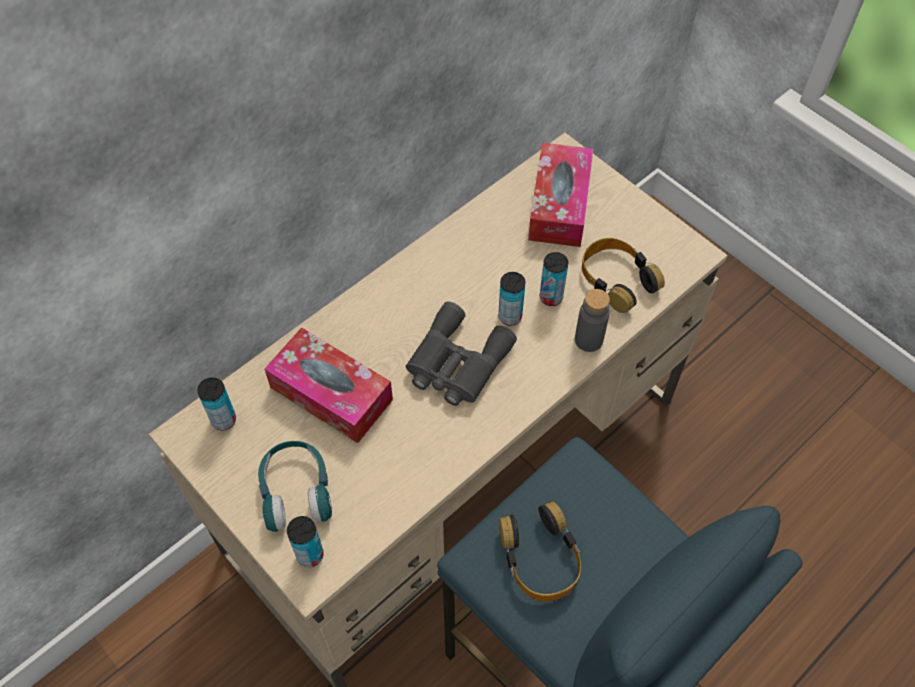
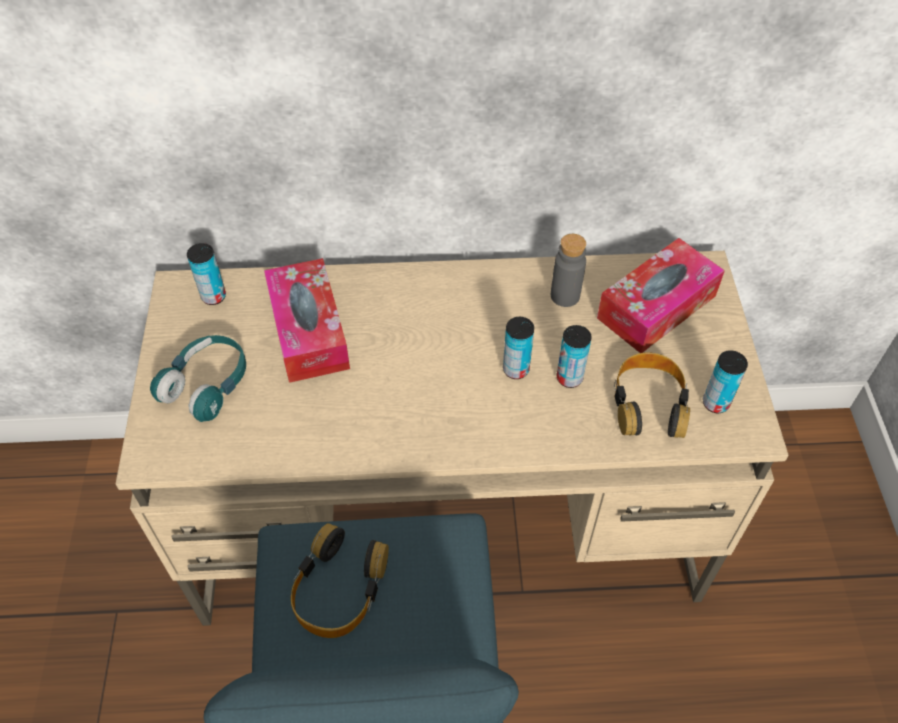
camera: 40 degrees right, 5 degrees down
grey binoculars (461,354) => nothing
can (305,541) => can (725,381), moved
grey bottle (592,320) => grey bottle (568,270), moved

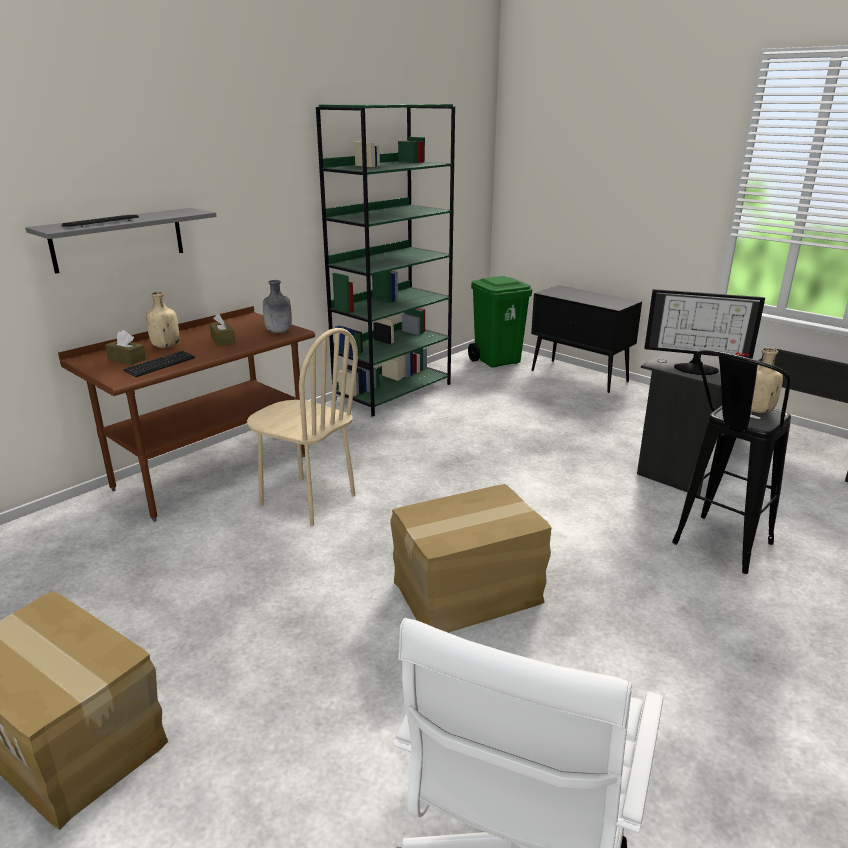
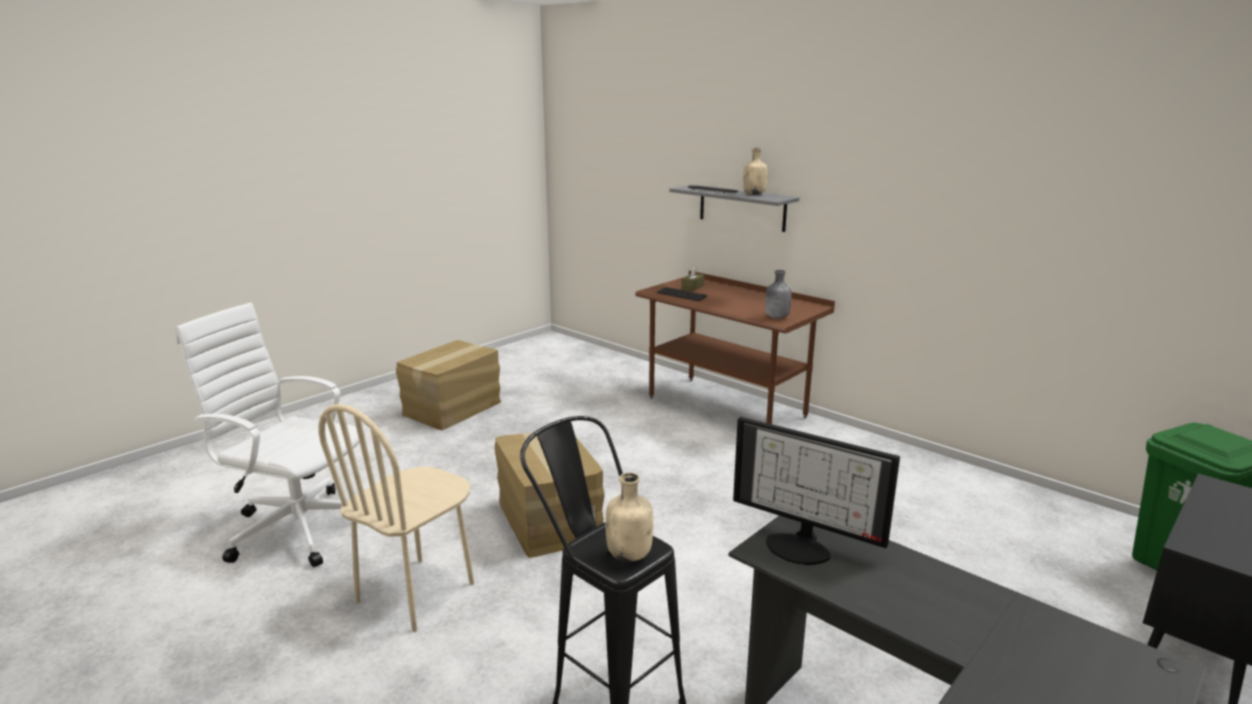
camera: 90 degrees right, 5 degrees down
brown tissue box (222,330) => nothing
green bookcase (385,260) => nothing
beige bottle (162,320) => beige bottle (755,171), moved
beige chair (302,427) => beige chair (396,518), moved
monitor (704,332) => monitor (816,491), 75 degrees counterclockwise

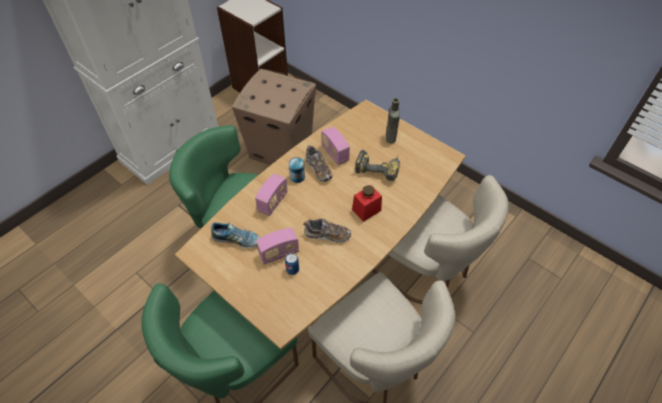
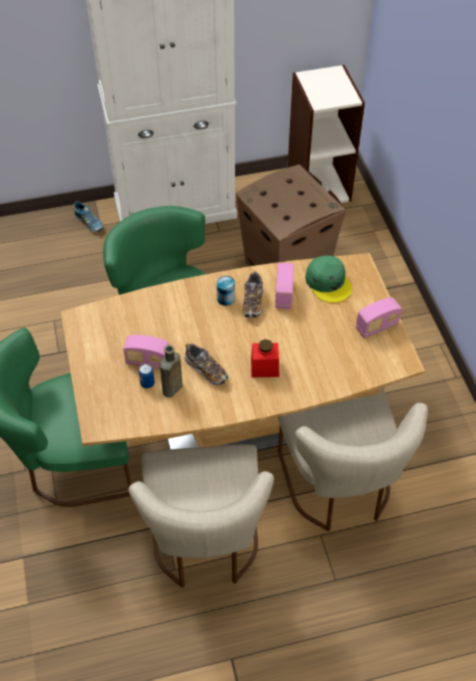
camera: 35 degrees right, 0 degrees up
power drill (377,165) => nothing
nothing => green cap (328,279)
shoe (235,235) => shoe (88,216), moved
radio (271,195) => radio (379,317), moved
brown bottle (393,120) => brown bottle (171,371), moved

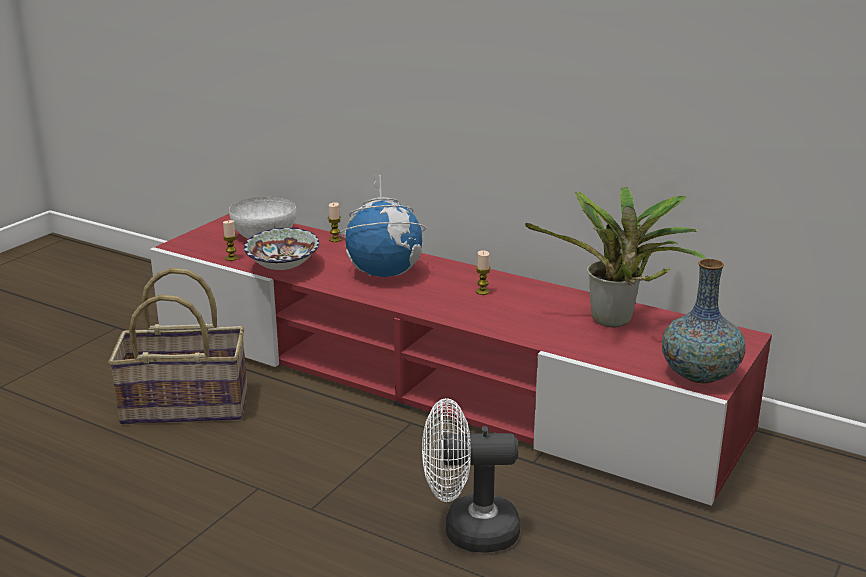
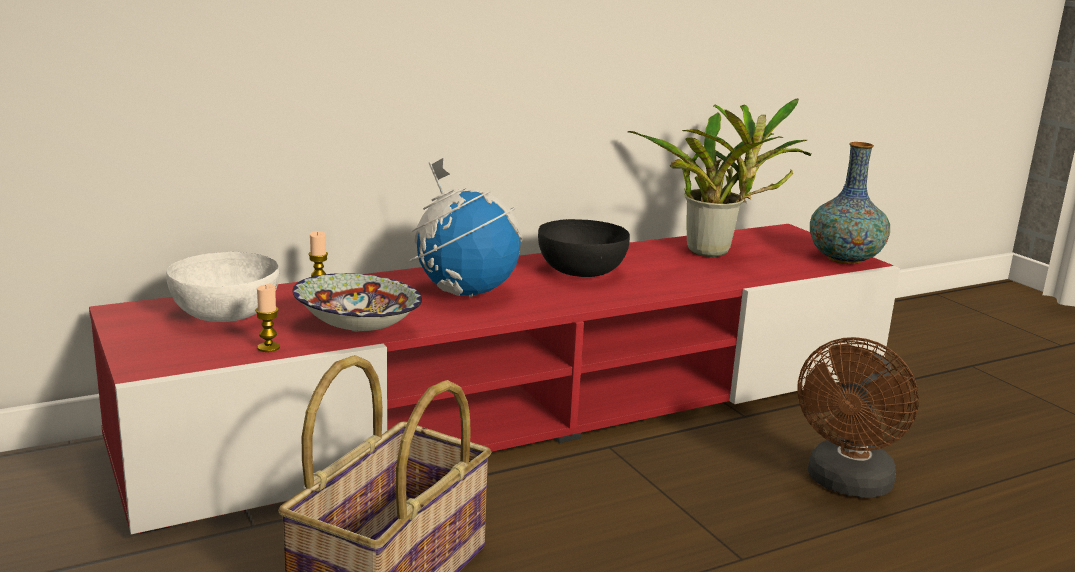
camera: 60 degrees left, 5 degrees down
candle (483,272) => black bowl (584,248)
white fan (471,475) => brown fan (858,417)

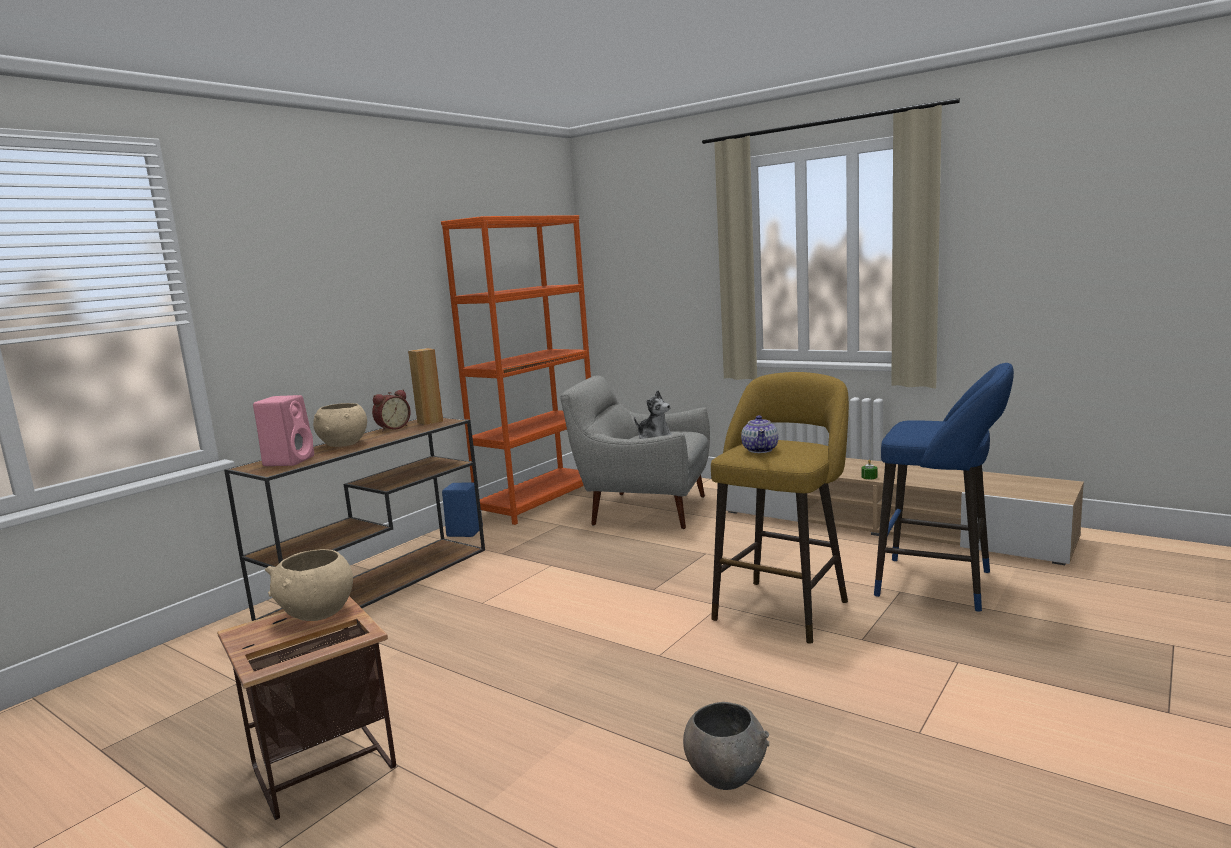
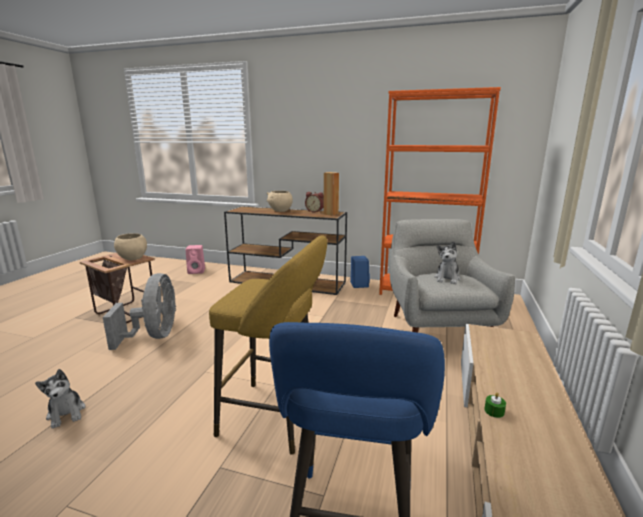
camera: 70 degrees right, 5 degrees up
teapot (759,434) => nothing
nothing => grey fan (139,311)
pink speaker (283,430) => pink speaker (195,259), moved
grey bowl (726,746) => plush toy (60,399)

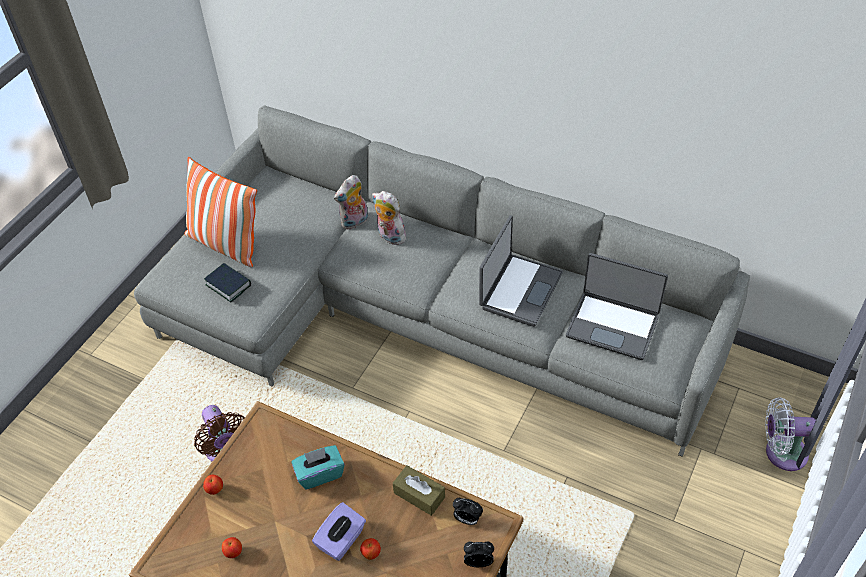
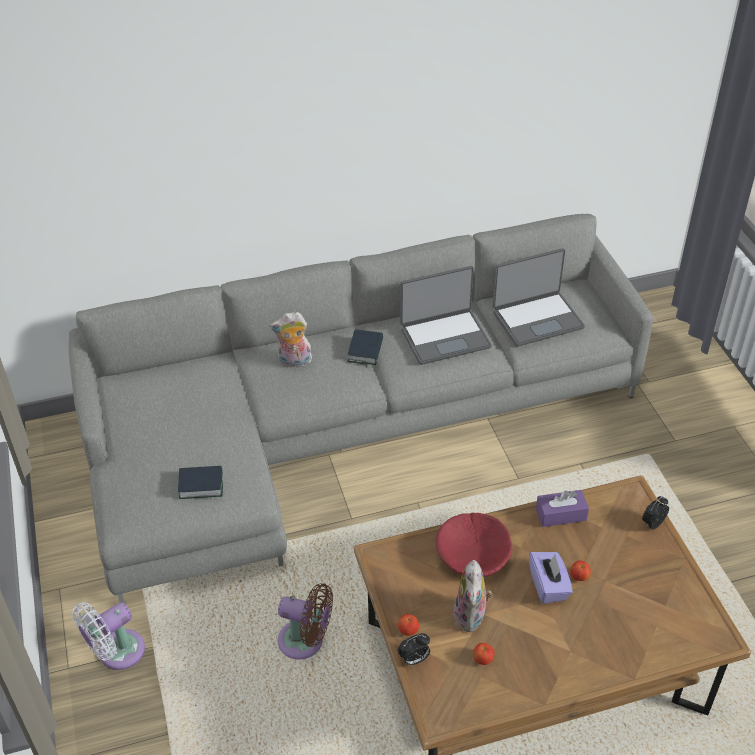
camera: 45 degrees left, 5 degrees down
pillow (220,212) => nothing
nothing => book (365,347)
plush toy (351,202) => plush toy (472,596), moved
alarm clock (468,511) => alarm clock (414,649), moved
white fan (790,434) => white fan (108,636), moved
turquoise tissue box (318,467) => red bowl (474,545)
brown tissue box (419,490) => purple tissue box (562,508)
laptop (521,271) => laptop (446,315), 90 degrees clockwise

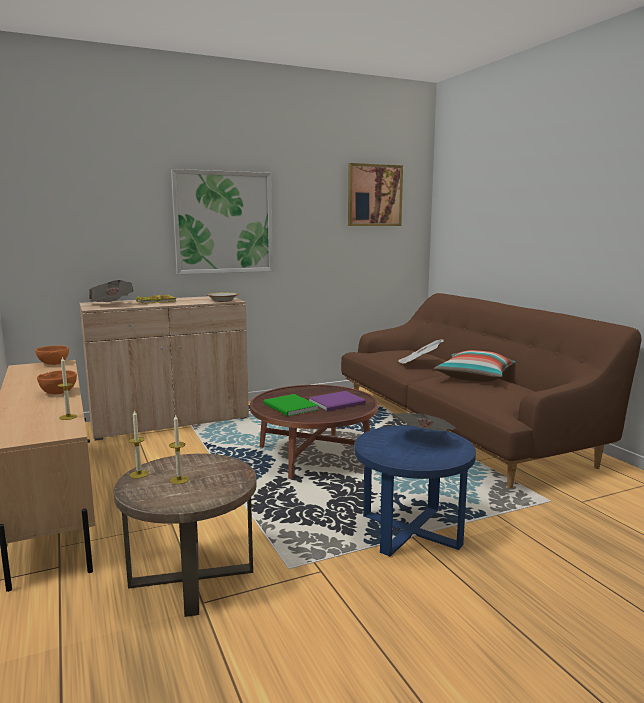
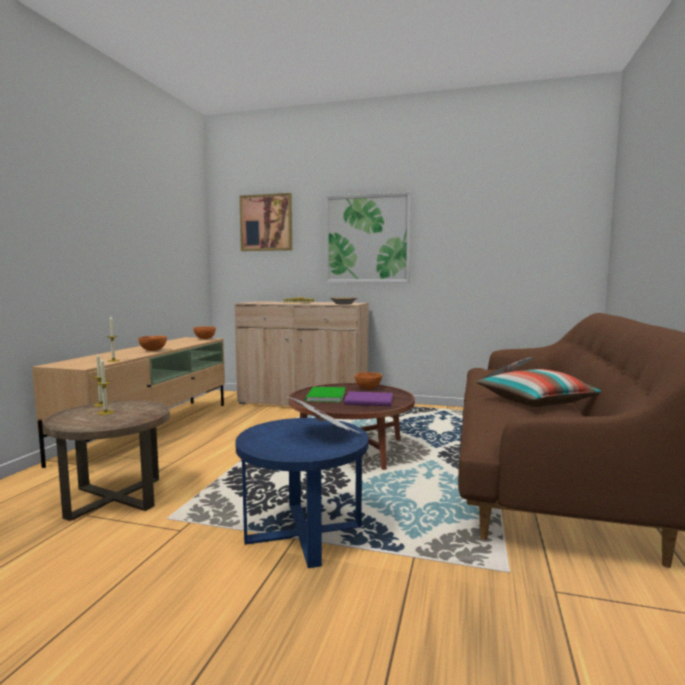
camera: 40 degrees right, 5 degrees down
newspaper (111,291) => nothing
nothing => orange bowl (368,380)
picture (375,194) => picture (265,222), moved

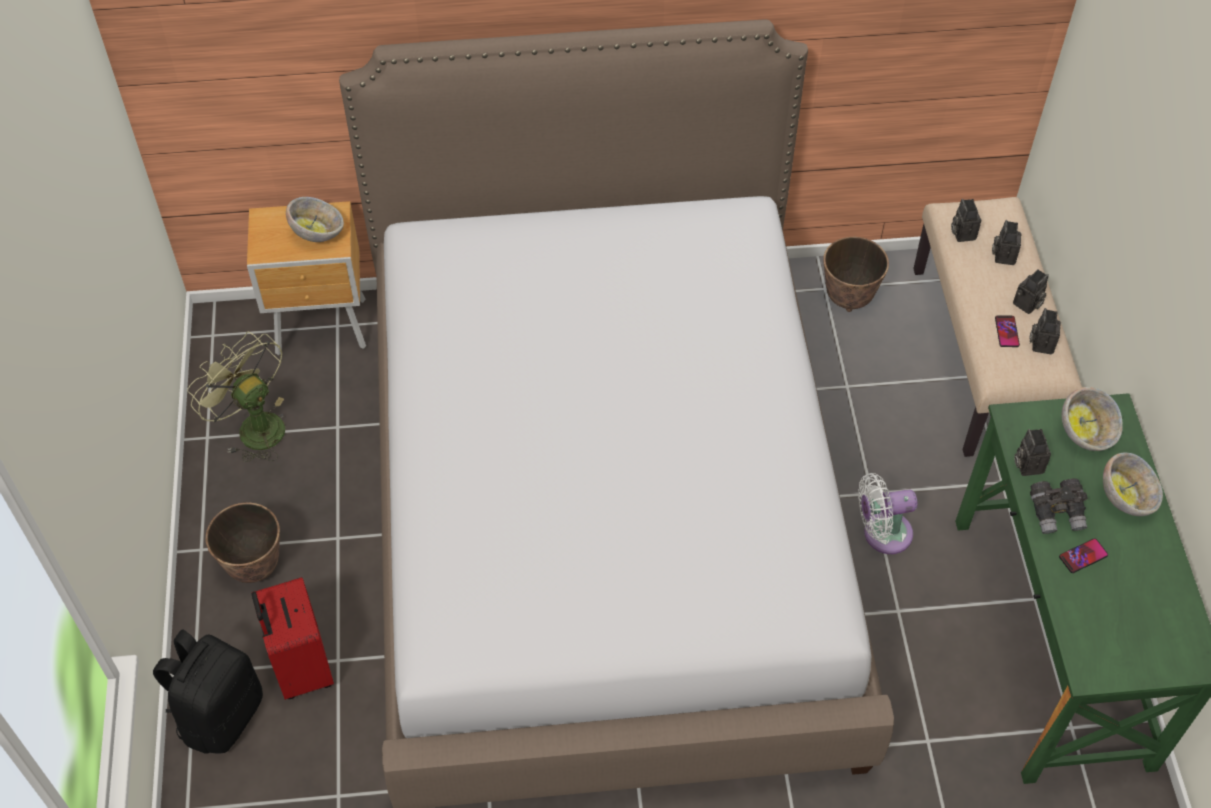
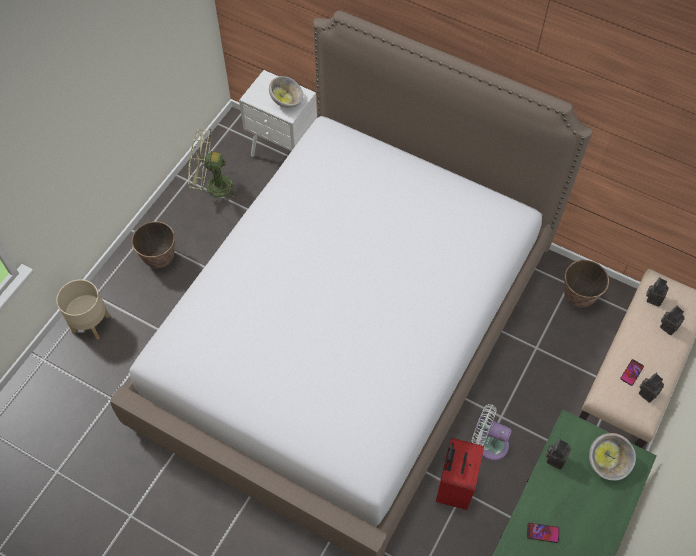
camera: 35 degrees right, 5 degrees up
photo camera (1031,291) => nothing
grey binoculars (1059,506) => nothing
bowl (1133,484) => nothing
red suitcase (292,638) => red suitcase (460,474), moved
black backpack (208,691) => beige planter (83,309)
brown nightstand (306,278) => white nightstand (278,113)
green fan (236,396) => green fan (214,167), 75 degrees counterclockwise

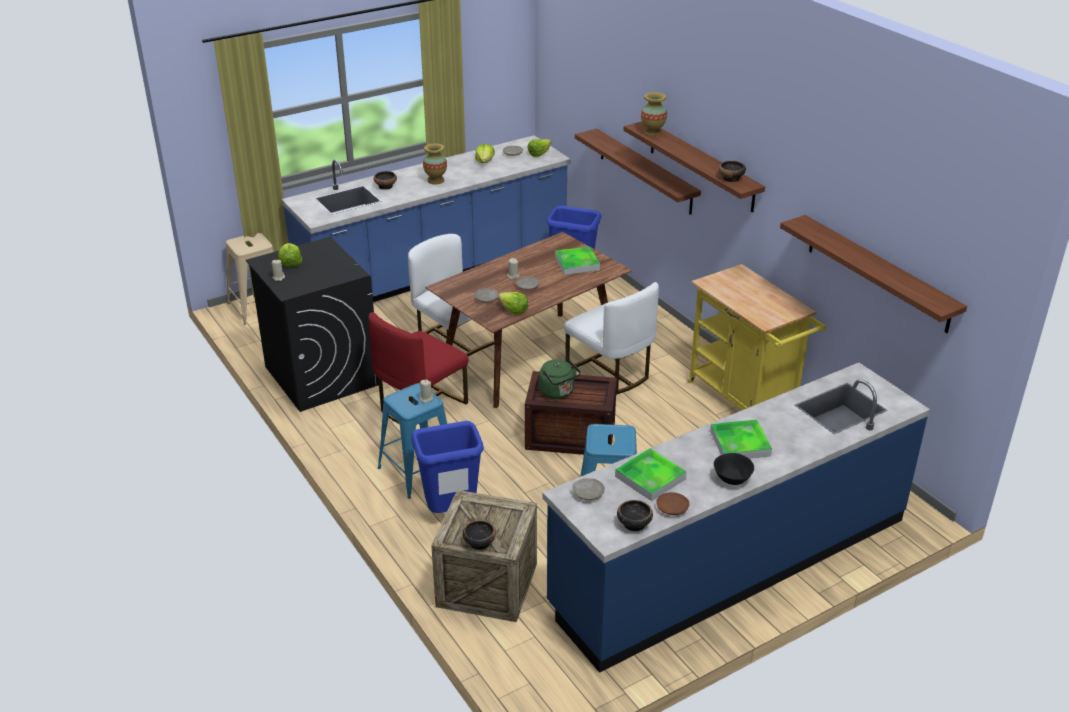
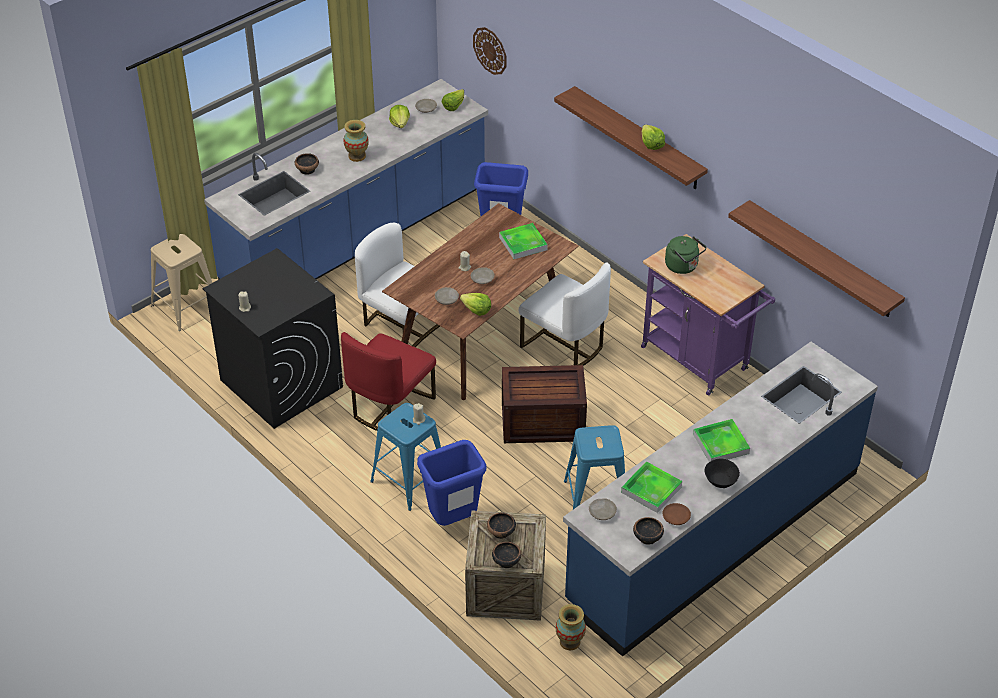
camera: 10 degrees left, 10 degrees up
shelf (638,172) => nothing
nothing => wall clock (489,51)
lettuce (290,255) => lettuce (653,137), moved
green kettle (560,379) => green kettle (686,255), moved
vase (654,114) => vase (571,627), moved
bowl (732,171) => bowl (501,525), moved
yellow cart (757,337) => purple cart (708,314)

